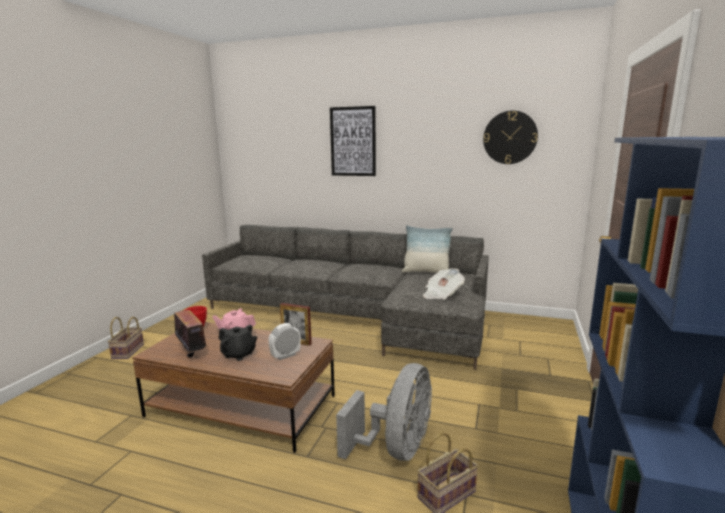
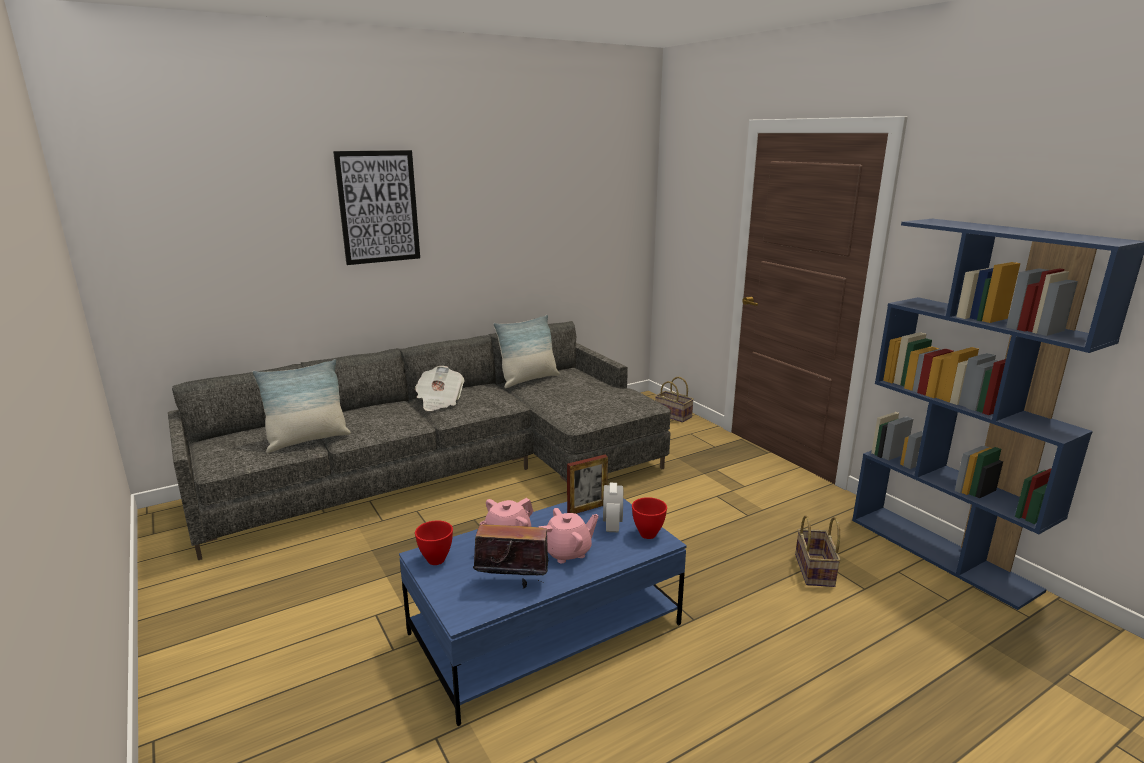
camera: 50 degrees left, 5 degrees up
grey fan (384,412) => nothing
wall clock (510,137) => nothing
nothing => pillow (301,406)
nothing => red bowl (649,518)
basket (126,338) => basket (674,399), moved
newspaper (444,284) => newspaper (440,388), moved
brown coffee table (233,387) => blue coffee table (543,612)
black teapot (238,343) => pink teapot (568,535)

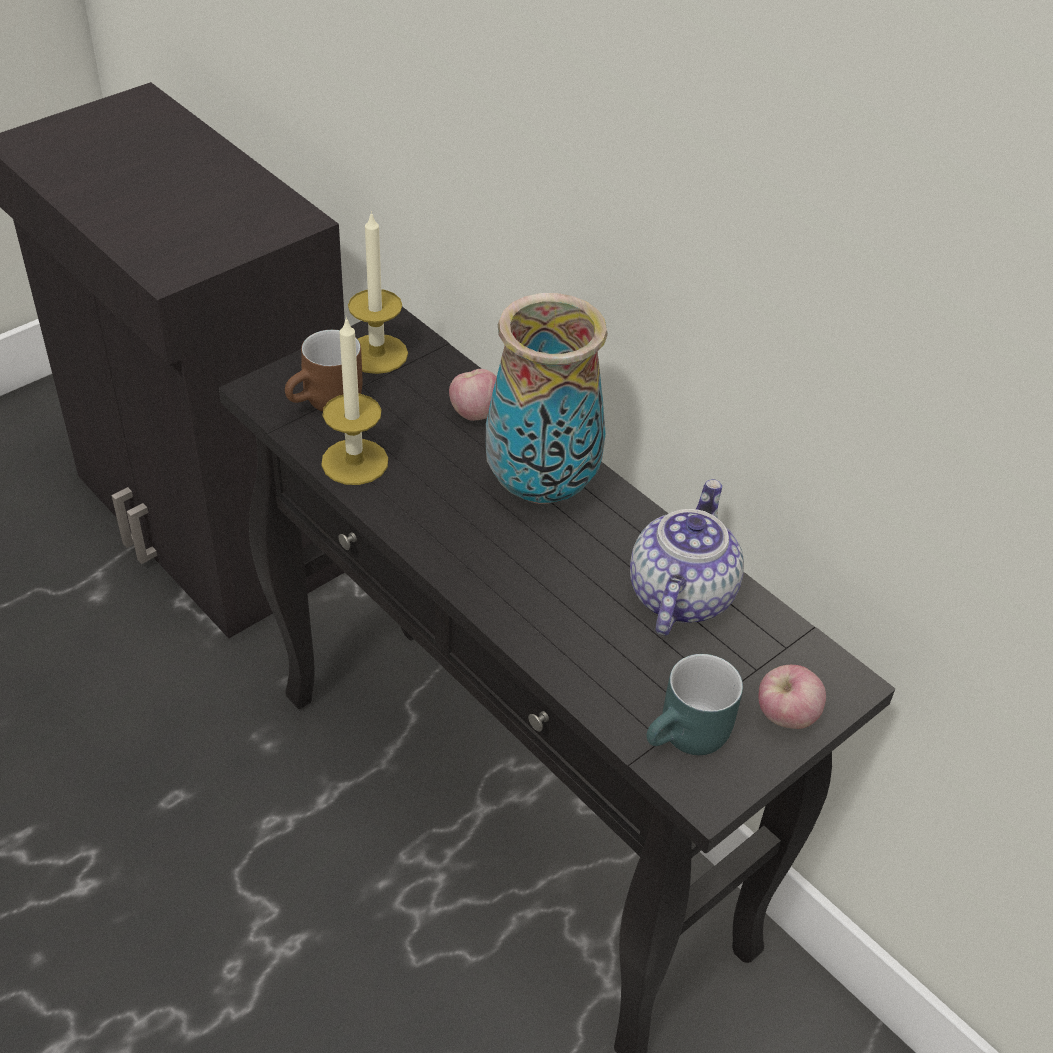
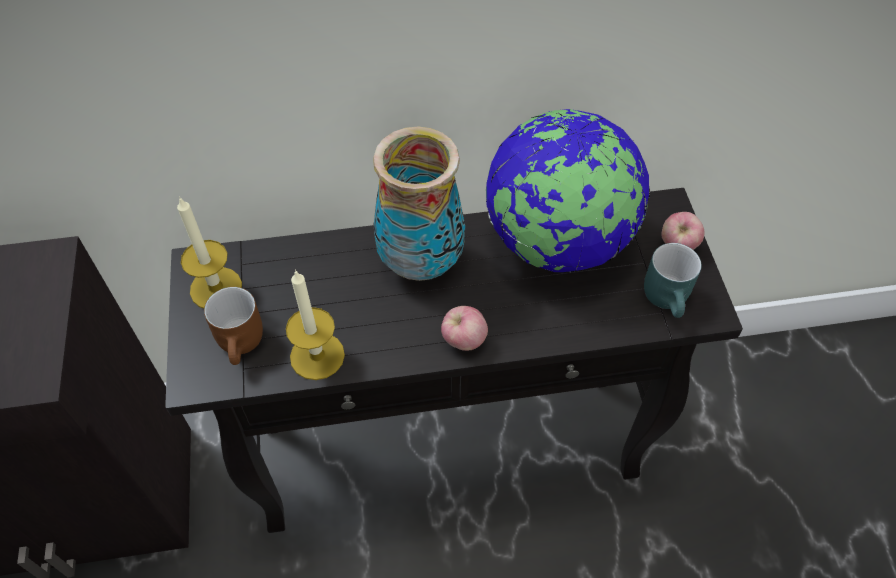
camera: 55 degrees left, 10 degrees up
apple (473,395) => apple (464,328), moved
teapot (687,557) => globe (568,190)

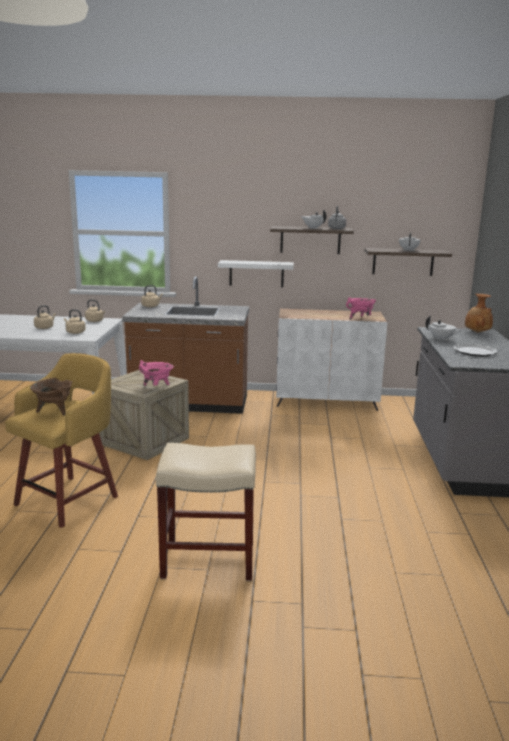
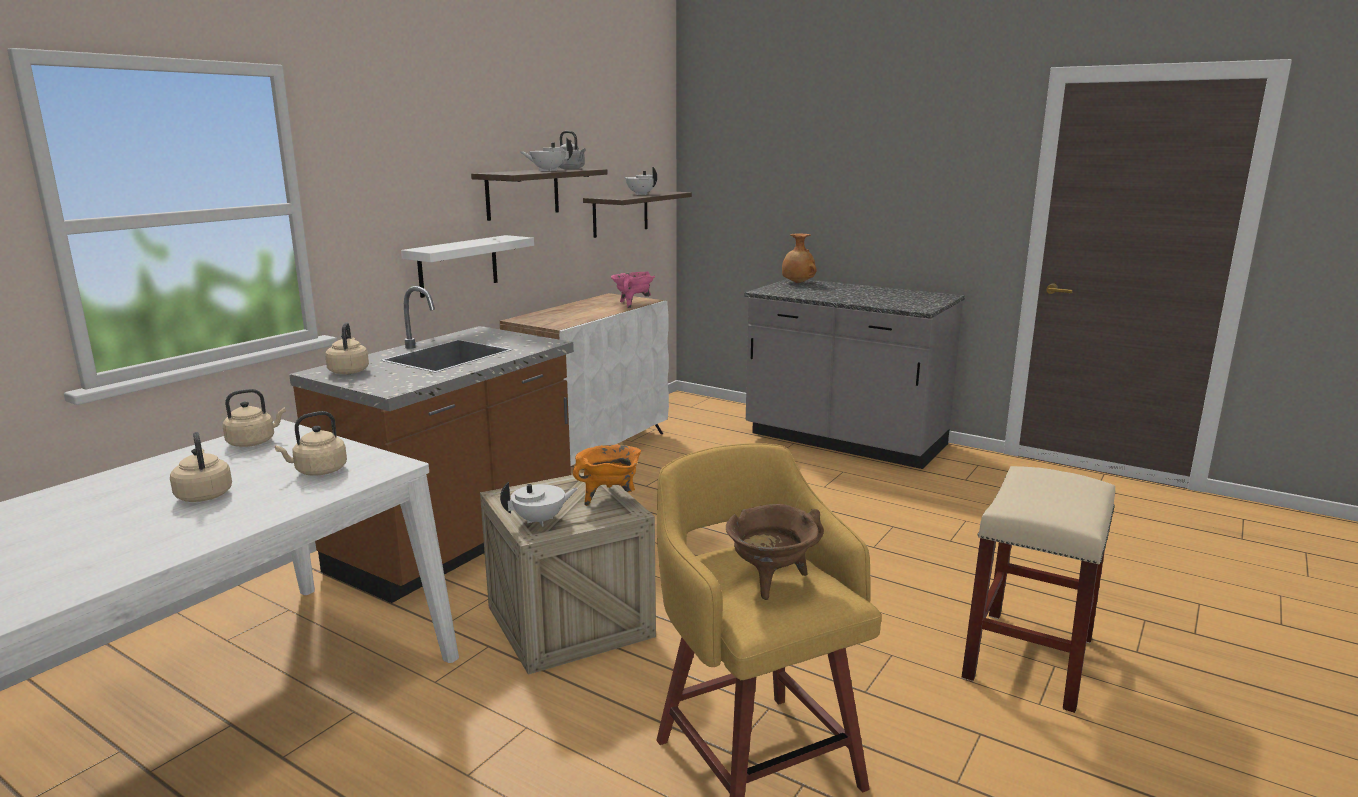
camera: 60 degrees left, 0 degrees up
plate (475,350) => nothing
white teapot (444,328) => white teapot (539,504), moved
pink cooking pot (156,373) => orange cooking pot (607,475)

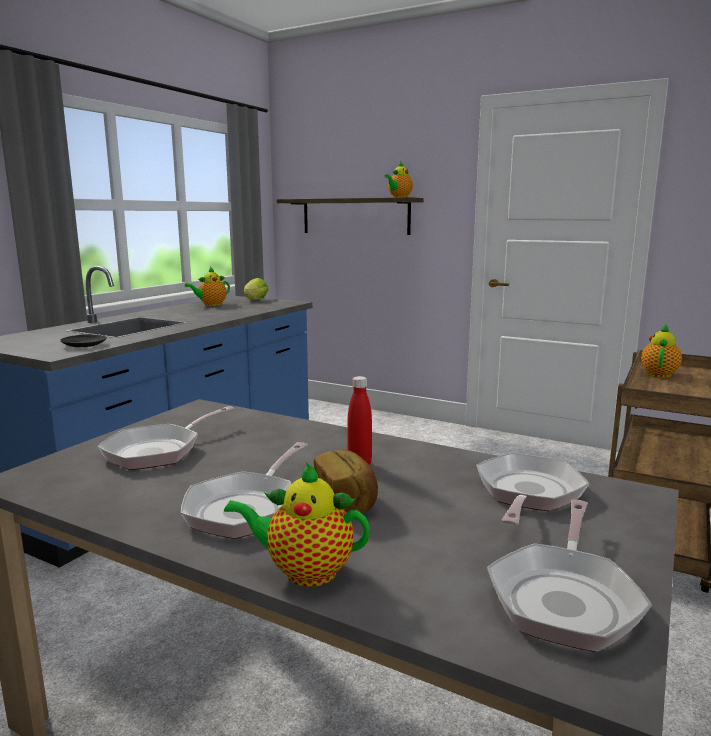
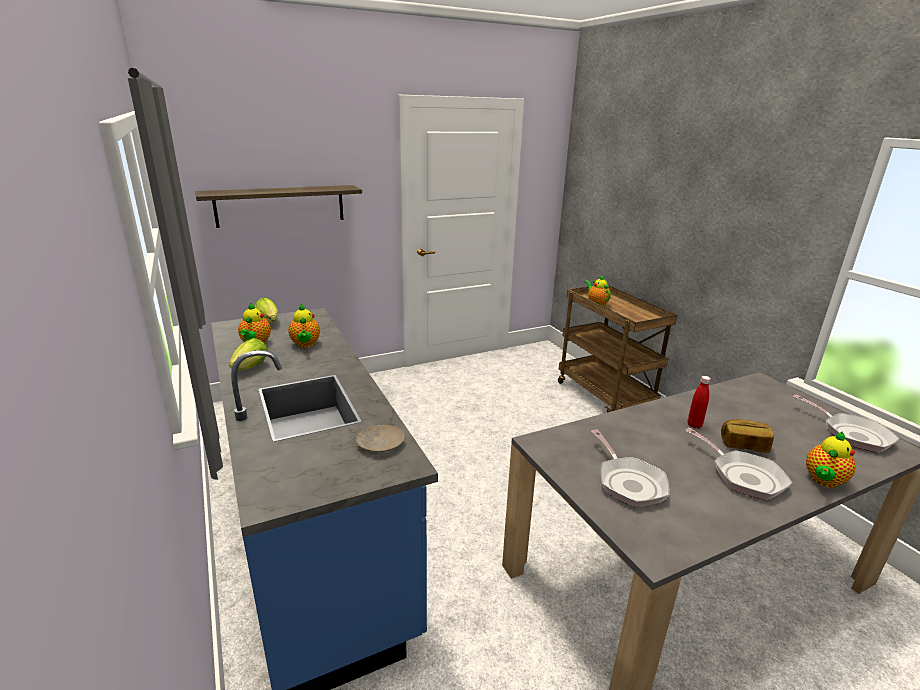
camera: 55 degrees left, 10 degrees up
frying pan (532,489) => nothing
nothing => lettuce (248,354)
teapot (399,179) => teapot (304,326), moved
black plate (83,340) => beige plate (380,438)

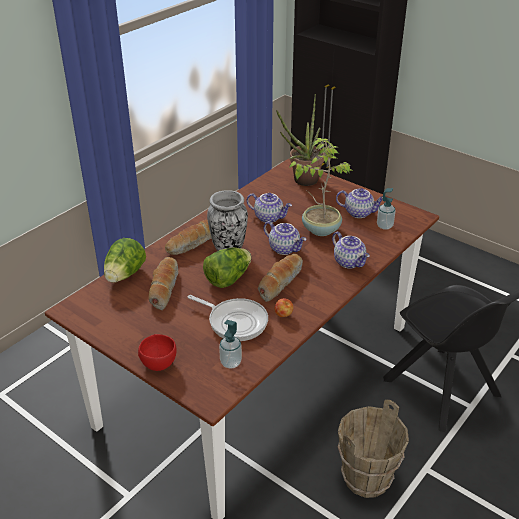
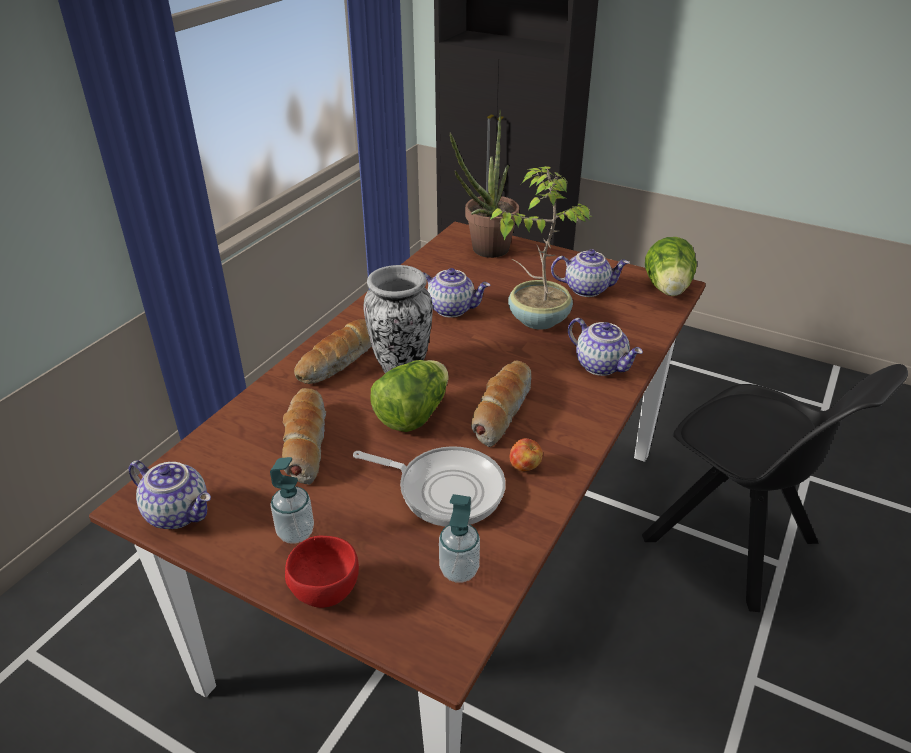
camera: 10 degrees left, 0 degrees up
brown bucket (373,448) => nothing
lettuce (125,260) => lettuce (671,266), moved
teapot (284,238) => teapot (169,494), moved
soap dispenser (386,209) => soap dispenser (292,500), moved

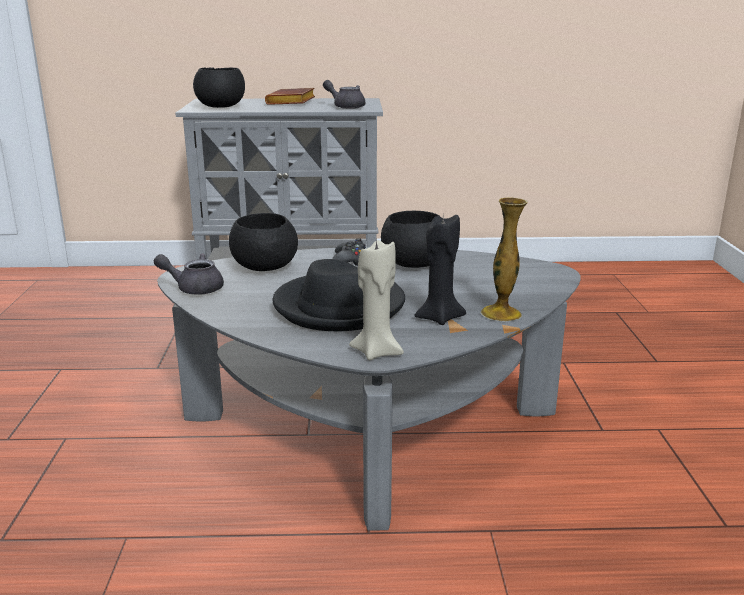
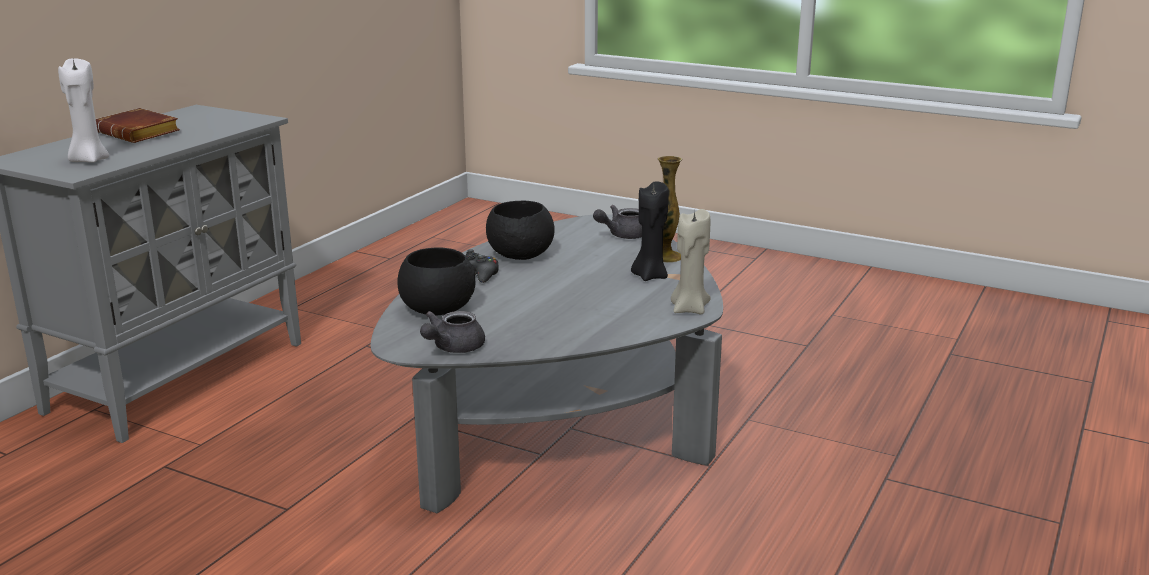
camera: 60 degrees left, 0 degrees up
black hat (339,295) => nothing
grey teapot (344,94) => grey teapot (617,222), moved
black bowl (219,87) => white candle (83,110)

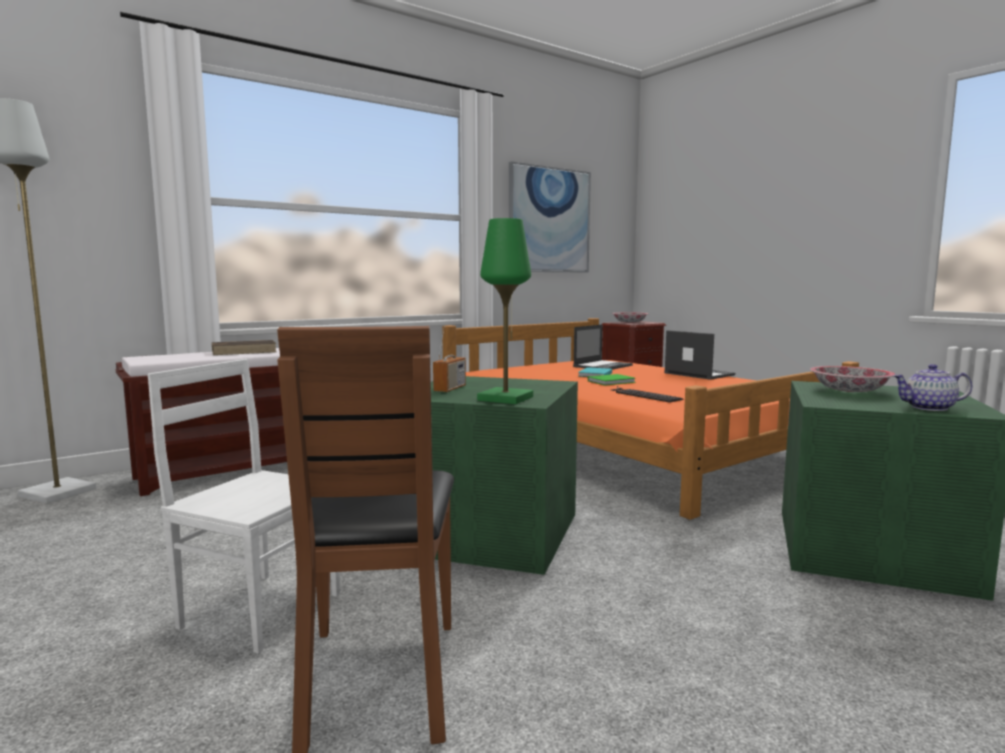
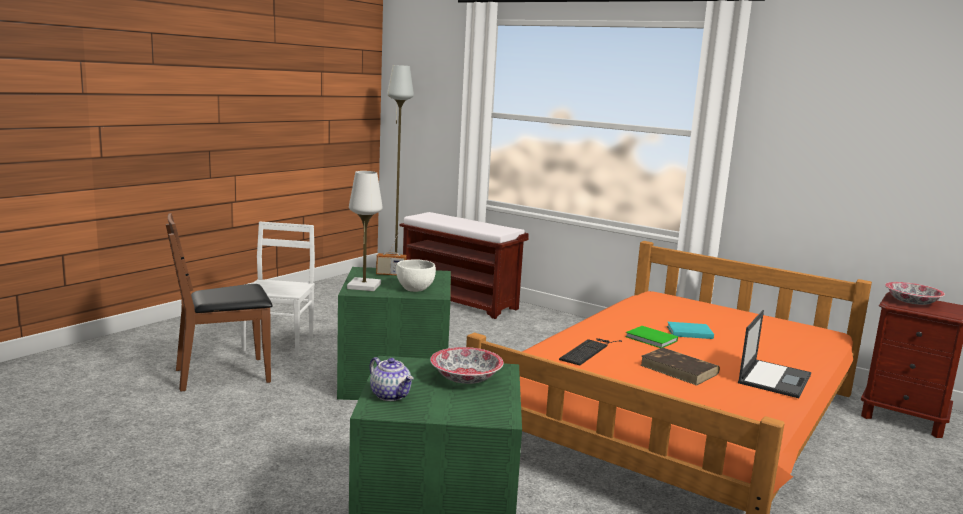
camera: 70 degrees right, 5 degrees up
picture (550,217) => nothing
laptop (603,347) => nothing
nothing => white bowl (416,275)
brown book (244,347) => brown book (680,366), moved
green table lamp (505,311) => white table lamp (364,231)
teapot (932,387) => teapot (391,379), 150 degrees clockwise

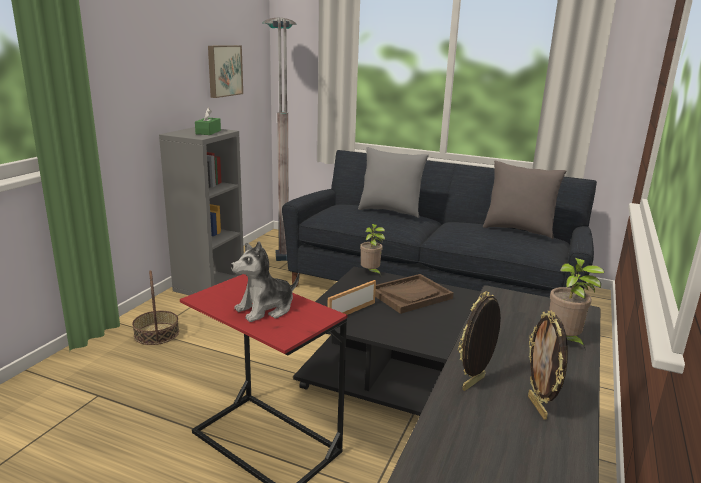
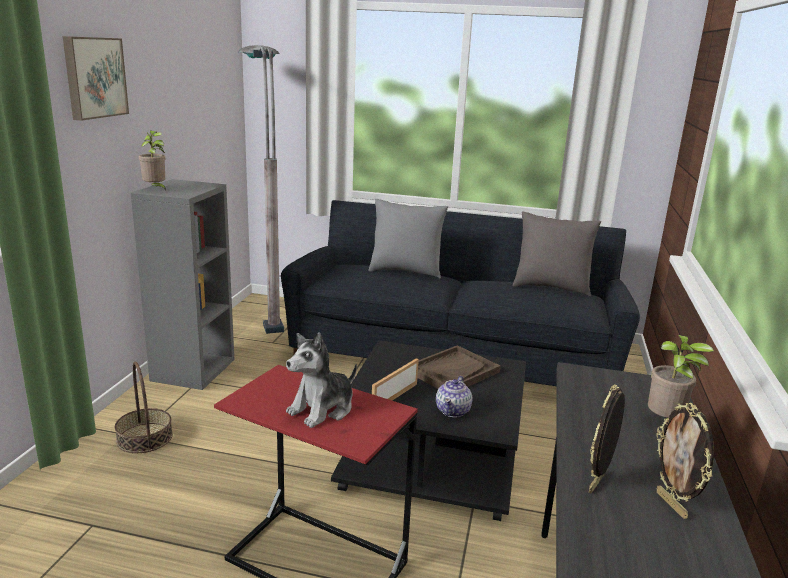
camera: 10 degrees left, 0 degrees up
green tissue box (208,121) => nothing
nothing => teapot (454,396)
picture (225,71) => picture (96,78), moved
potted plant (372,249) => potted plant (152,160), moved

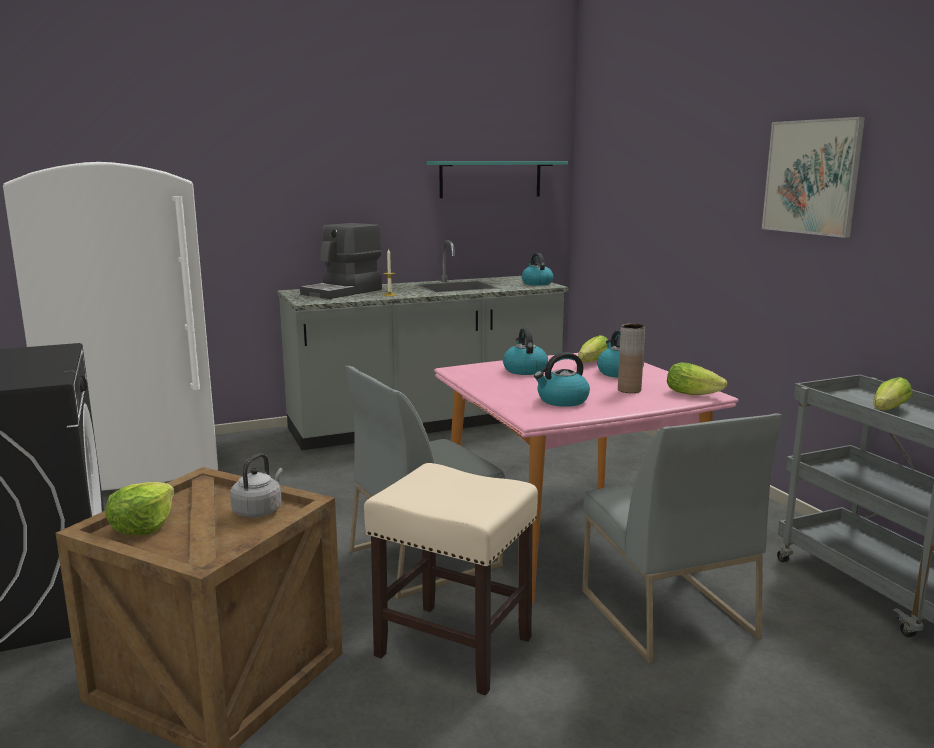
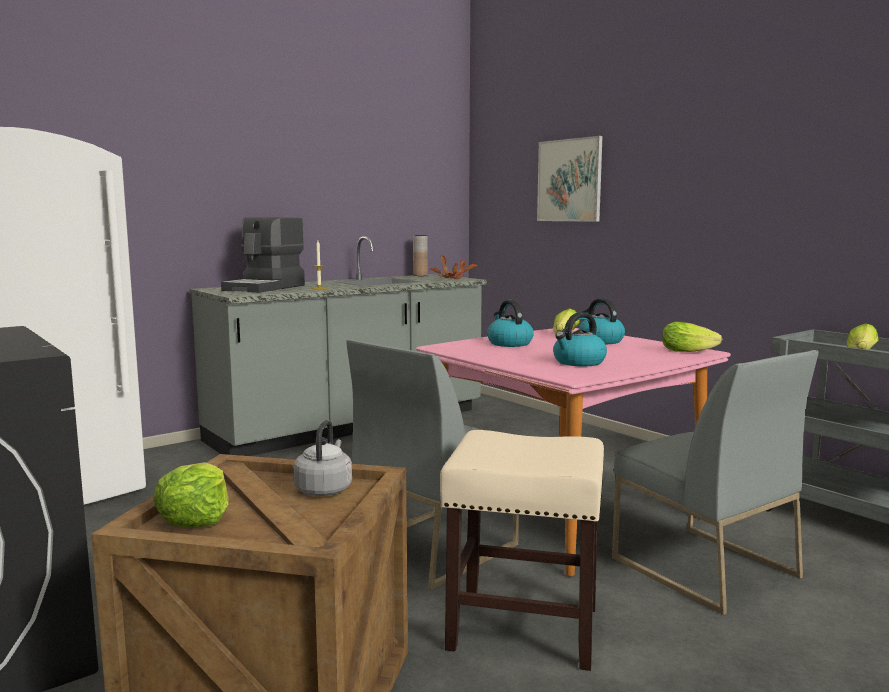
camera: 15 degrees left, 5 degrees down
turquoise shelf (497,179) => nothing
brown vase (631,358) => brown vase (420,255), moved
picture (813,177) => picture (570,179), moved
kettle (537,269) => potted plant (454,267)

